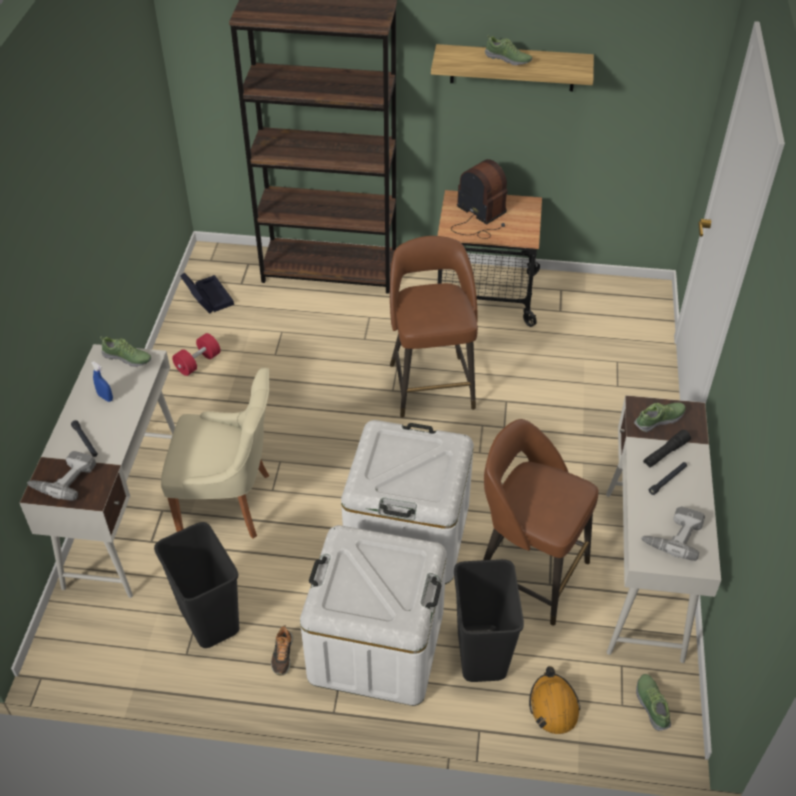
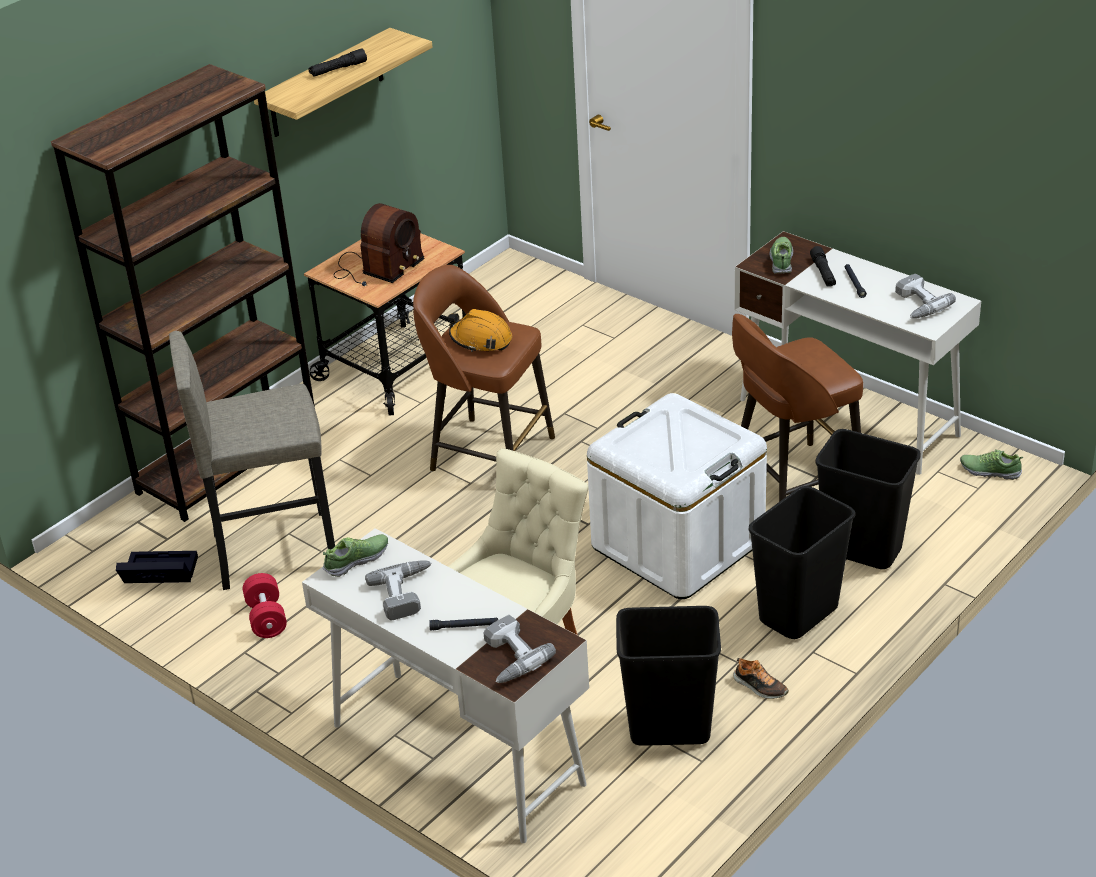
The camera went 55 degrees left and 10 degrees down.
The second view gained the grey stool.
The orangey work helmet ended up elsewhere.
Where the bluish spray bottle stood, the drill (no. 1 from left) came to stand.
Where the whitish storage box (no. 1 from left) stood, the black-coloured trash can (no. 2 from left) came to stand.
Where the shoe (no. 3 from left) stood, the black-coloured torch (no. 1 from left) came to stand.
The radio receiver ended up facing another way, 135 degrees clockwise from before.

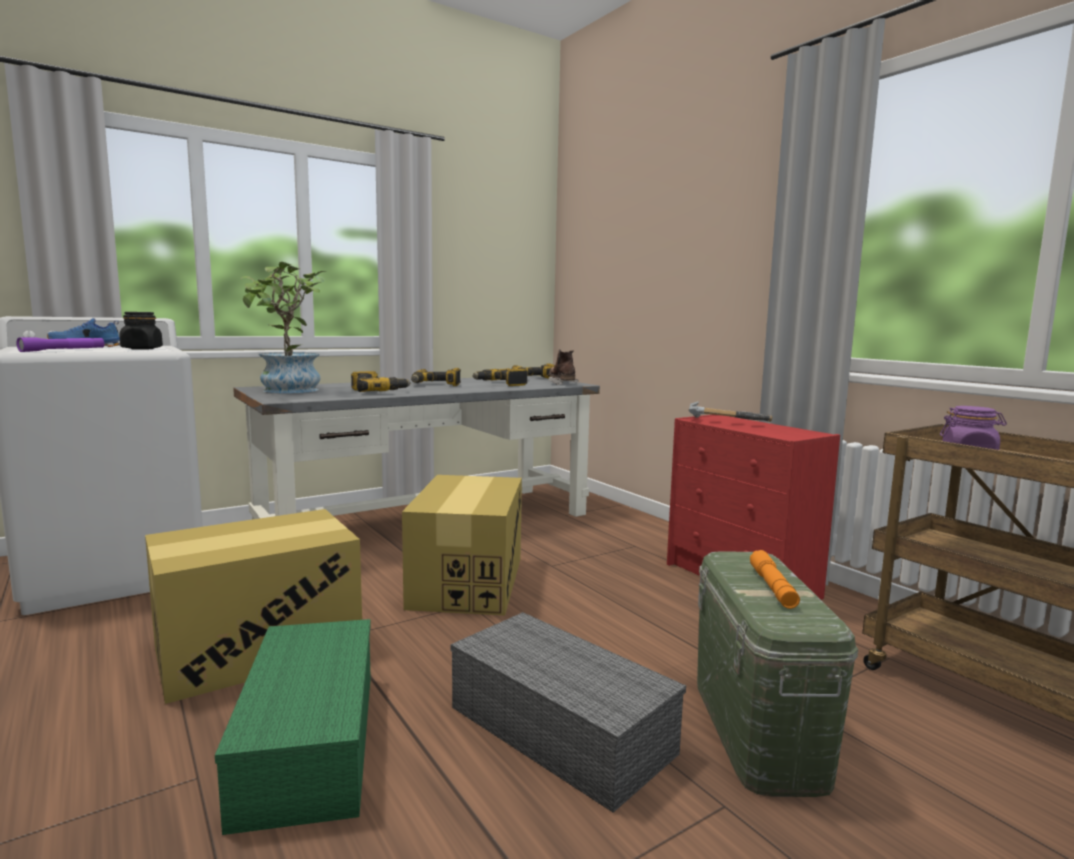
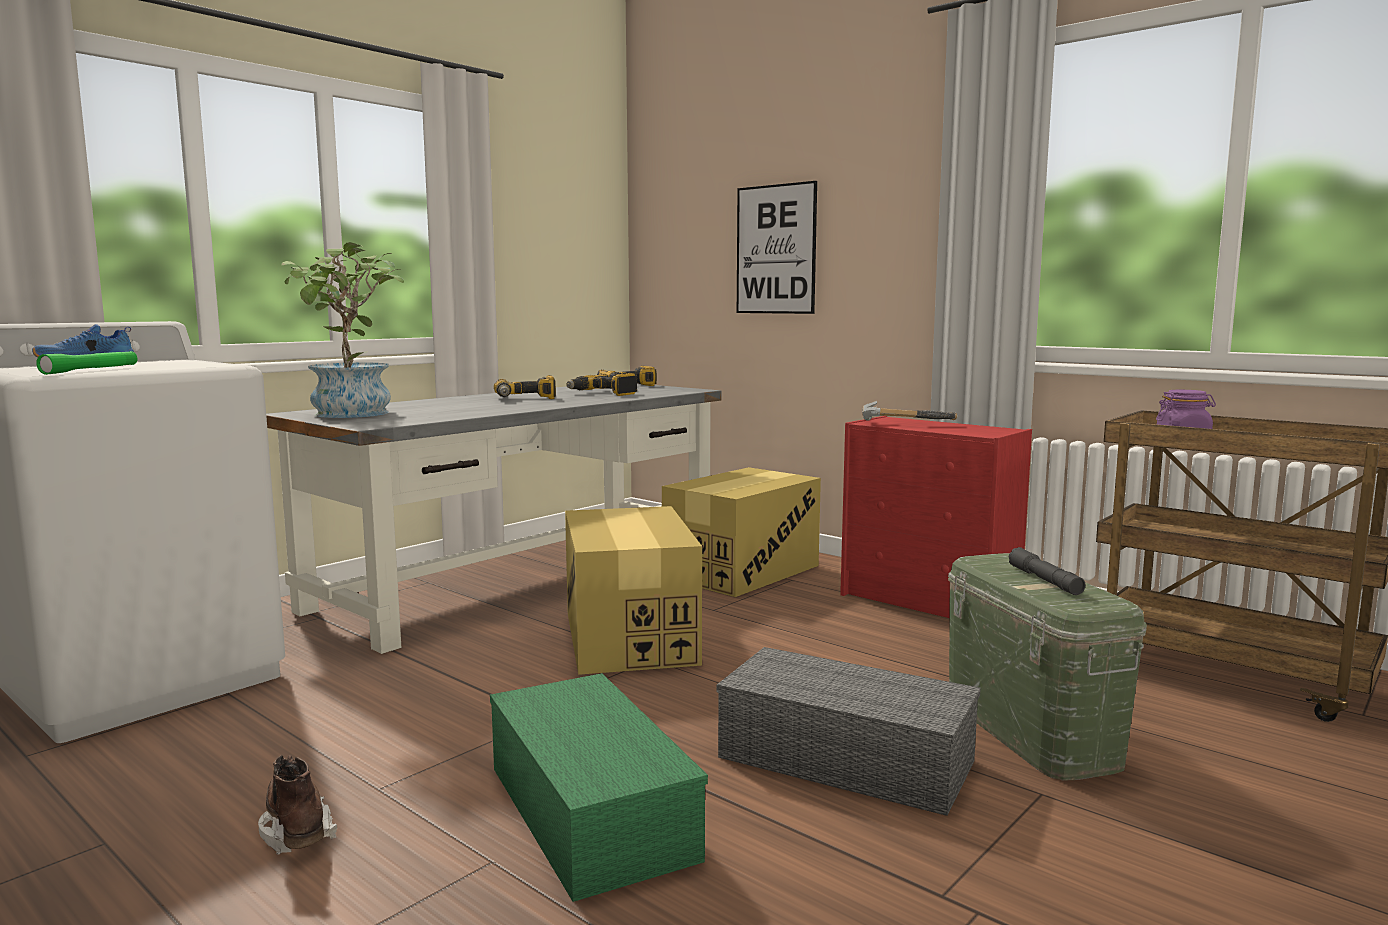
The camera went 15 degrees left and 0 degrees up.
The second view lost the black-coloured preserve jar.
The second view lost the drill (no. 1 from left).
The second view gained the wall art.
The cardboard box (no. 1 from left in the first image) ended up elsewhere.
The brown boot ended up elsewhere.
What was the purple torch turned into the green-coloured torch.
What was the orangey torch turned into the grey torch.

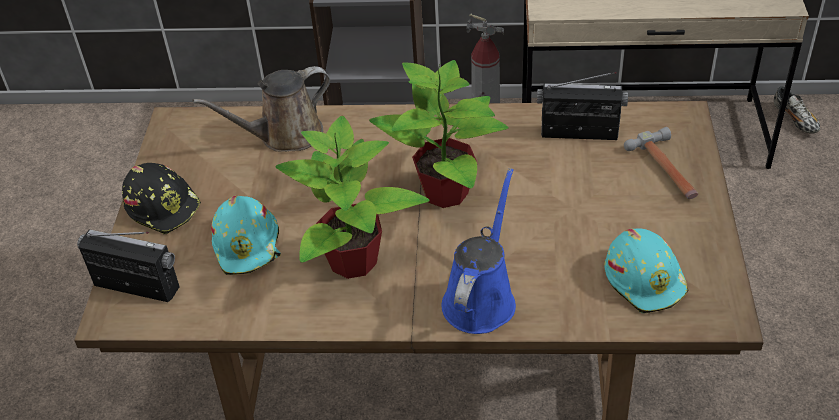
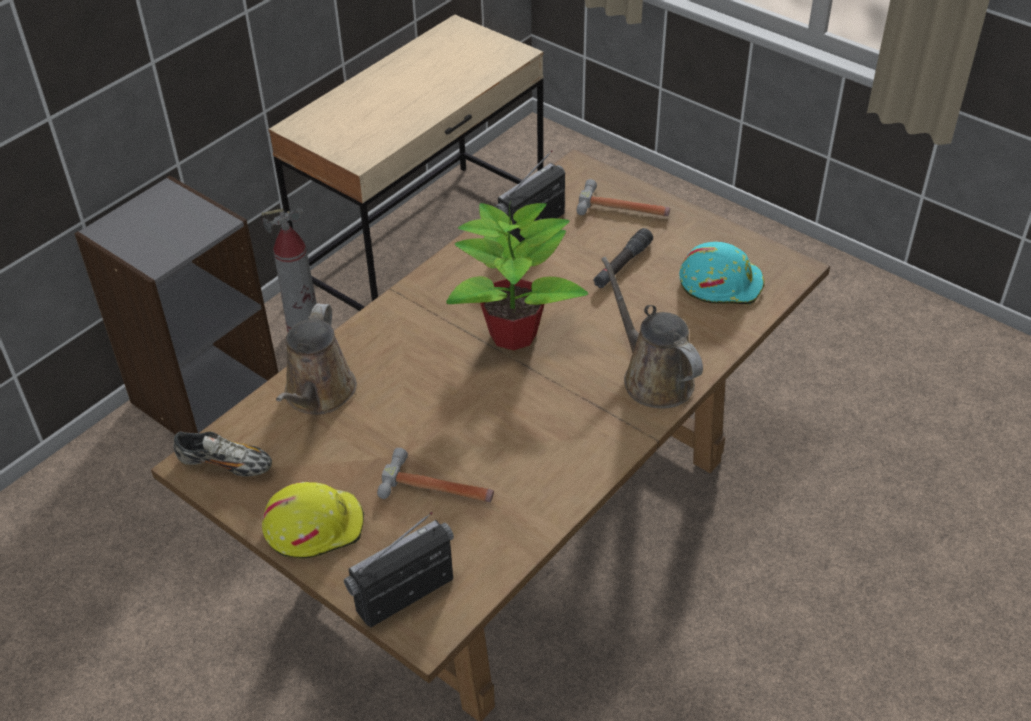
The camera went 55 degrees left and 0 degrees up.
The second view lost the plant in a pot (no. 1 from left).
The second view gained the black-coloured torch.
The shoe ended up elsewhere.
Where the blue-green work helmet (no. 1 from left) stood, the hand hammer (no. 1 from left) came to stand.
What was the black-coloured work helmet turned into the yellowish work helmet.
What was the bluish watering pot turned into the brown watering pot (no. 2 from left).

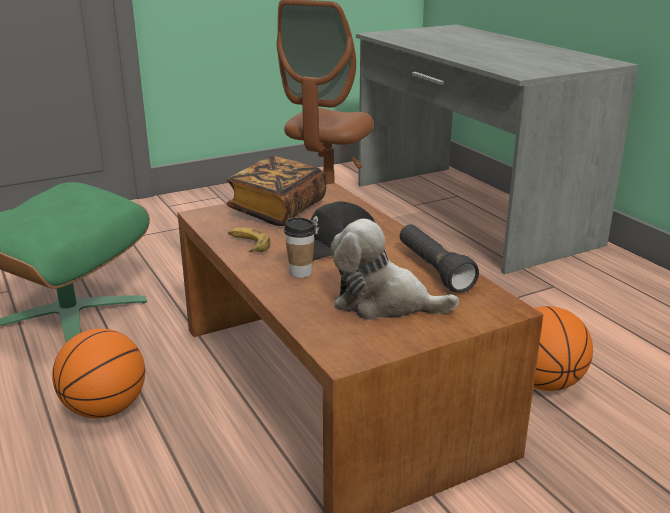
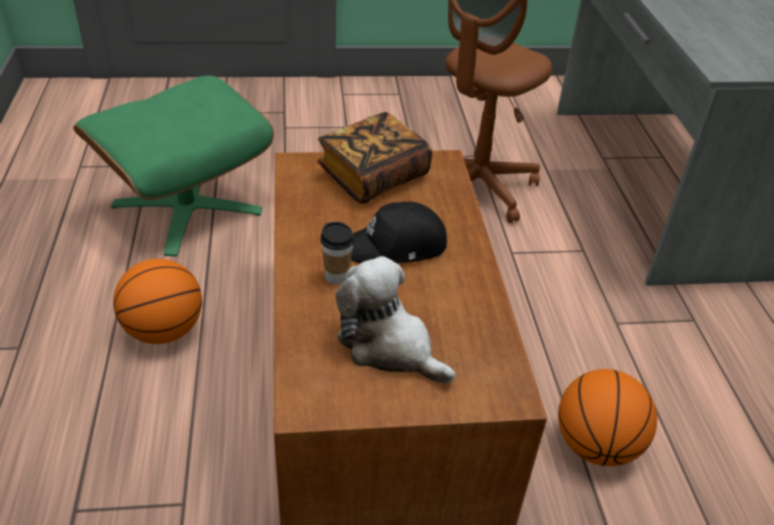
The camera went 20 degrees right and 15 degrees up.
The second view lost the banana fruit.
The second view lost the black-coloured torch.

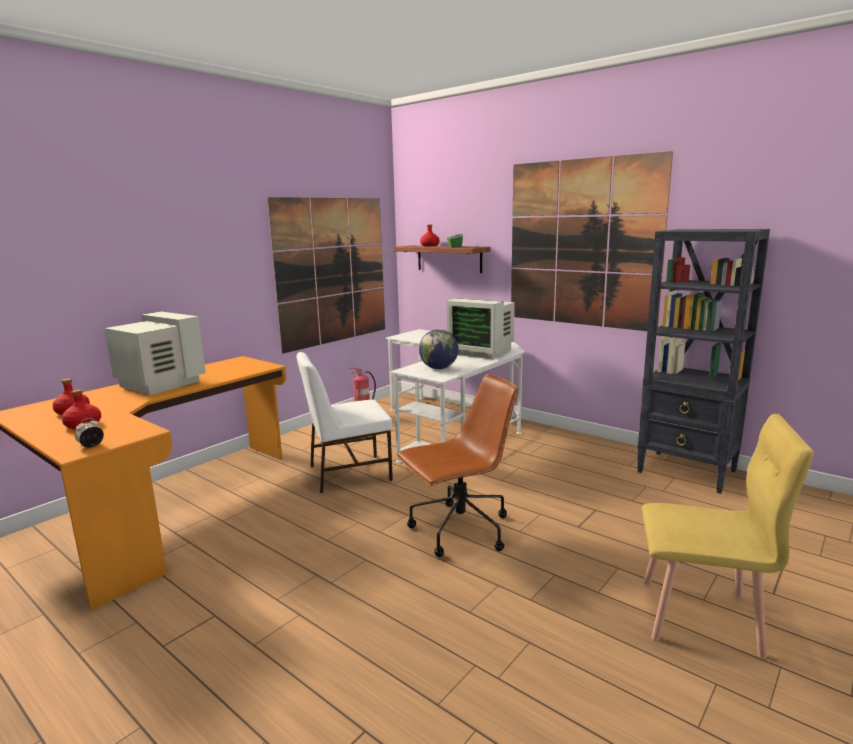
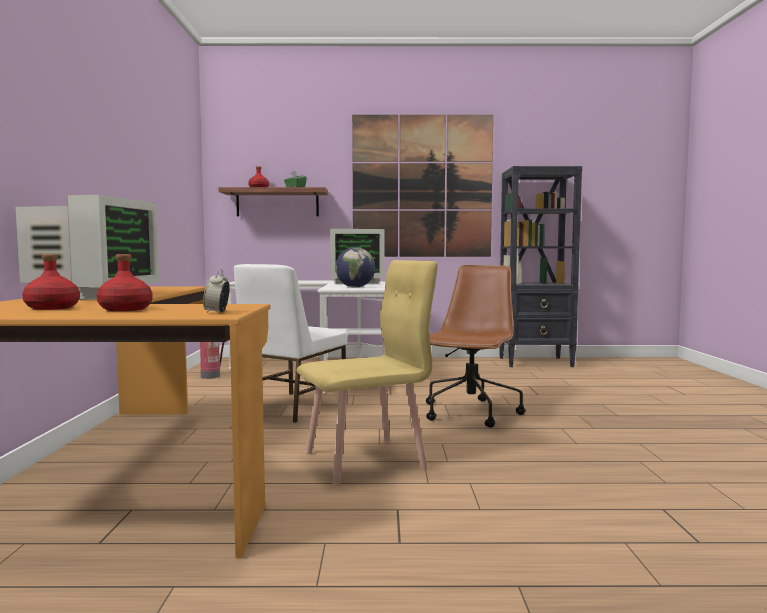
The camera went 40 degrees left and 10 degrees down.
The second view lost the wall art (no. 1 from left).
The yellowish upright chair ended up elsewhere.
The computer display (no. 1 from left) ended up facing another way, 105 degrees clockwise from before.

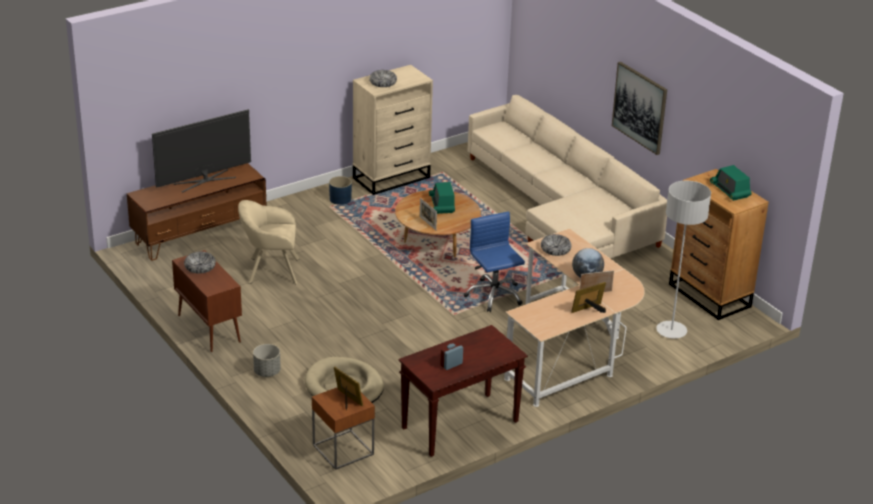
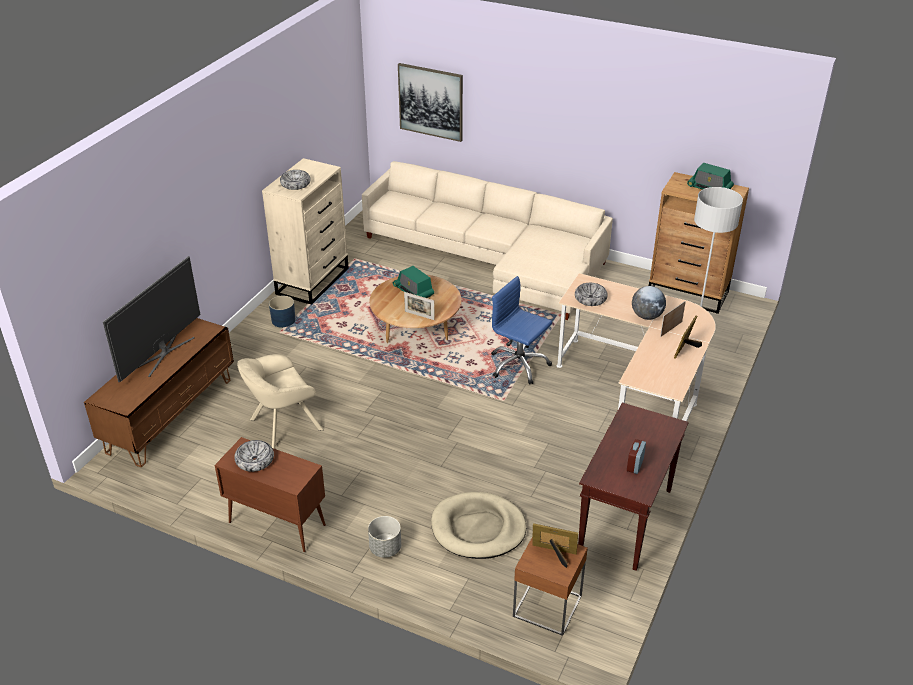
The camera went 30 degrees left and 5 degrees up.
The wall art ended up elsewhere.

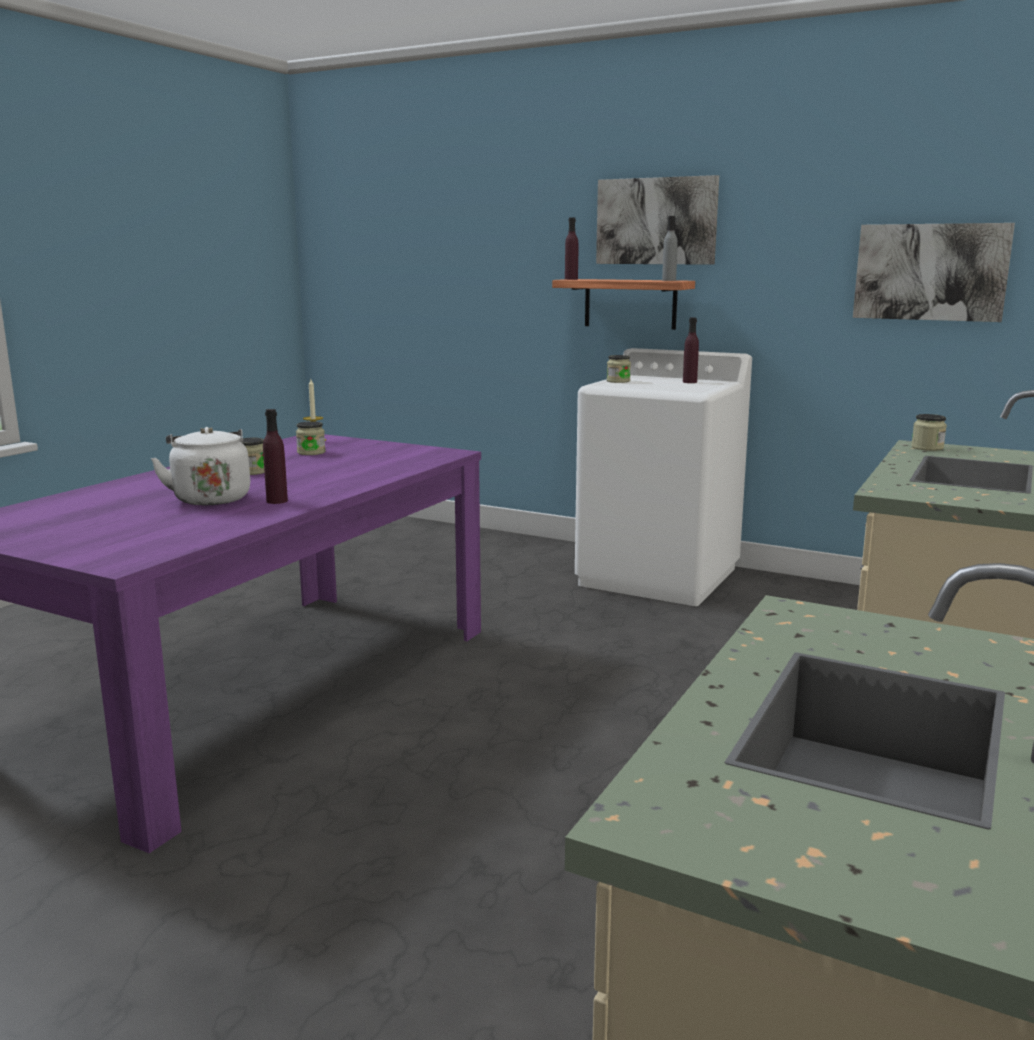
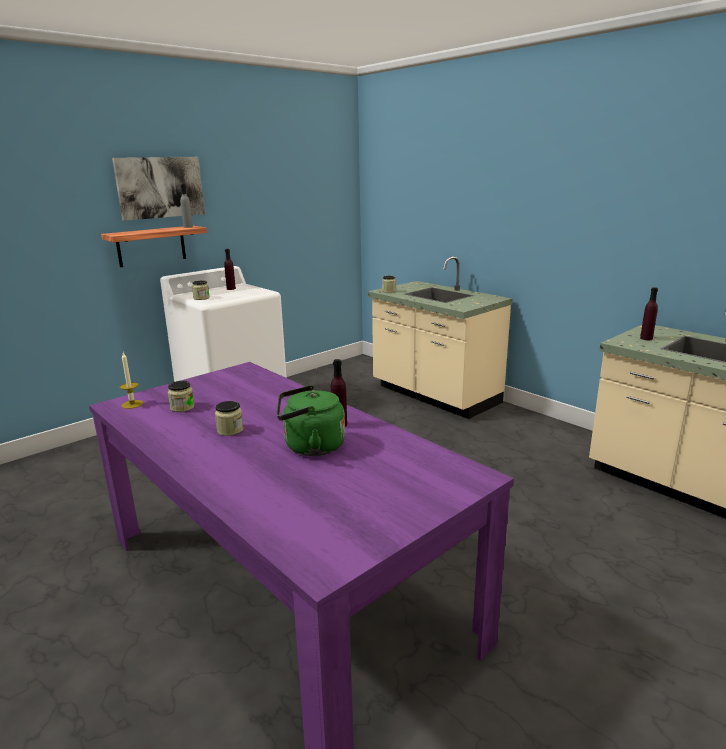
The camera went 70 degrees left and 5 degrees up.
The second view lost the wall art (no. 2 from left).
The purple bottle (no. 2 from left in the first image) ended up elsewhere.
What was the whitish kettle turned into the green-coloured kettle.

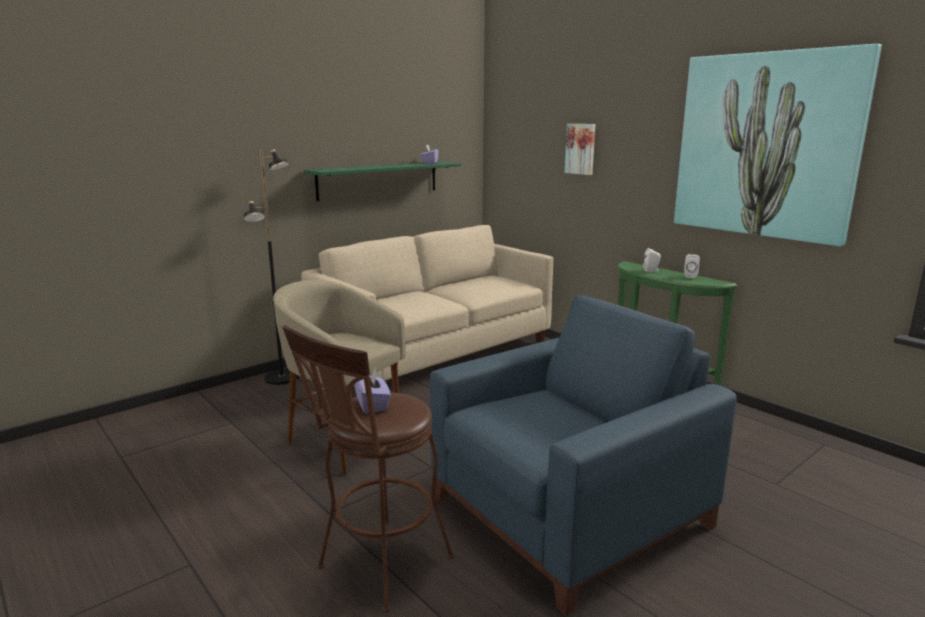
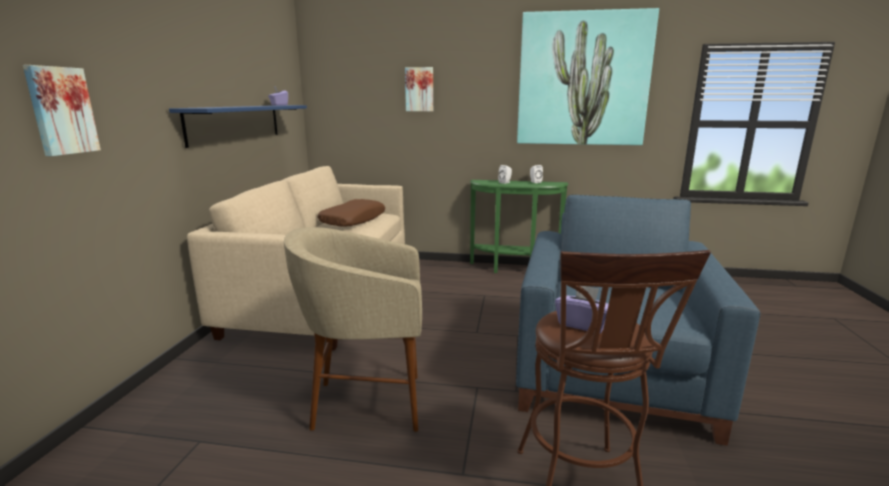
The camera went 40 degrees left and 0 degrees up.
The second view lost the black-coloured floor lamp.
The second view gained the wall art (no. 1 from left).
The second view gained the brown pillow.
What was the green-coloured bracket shelf turned into the bluish bracket shelf.

